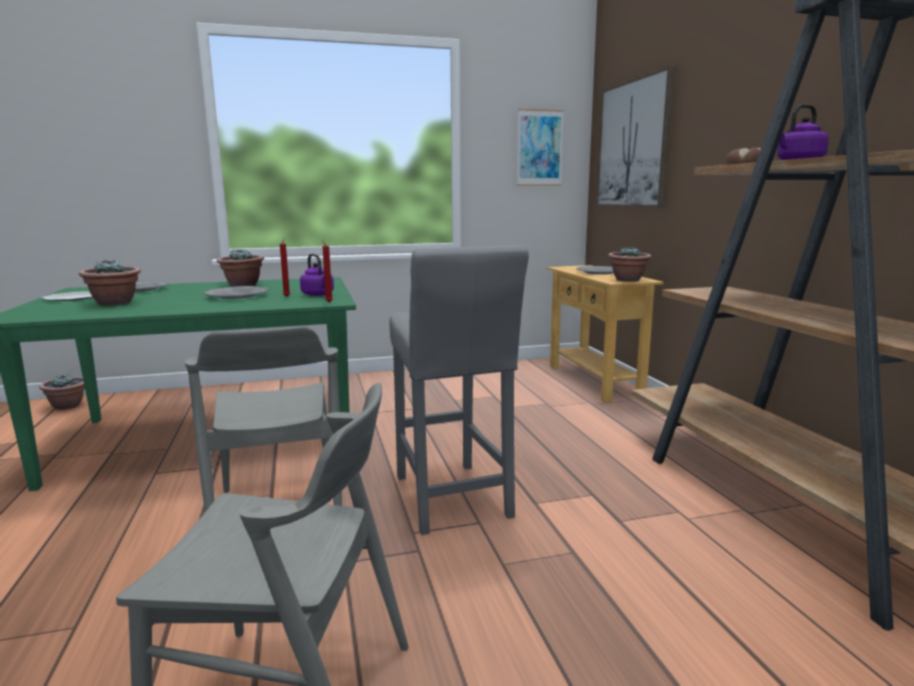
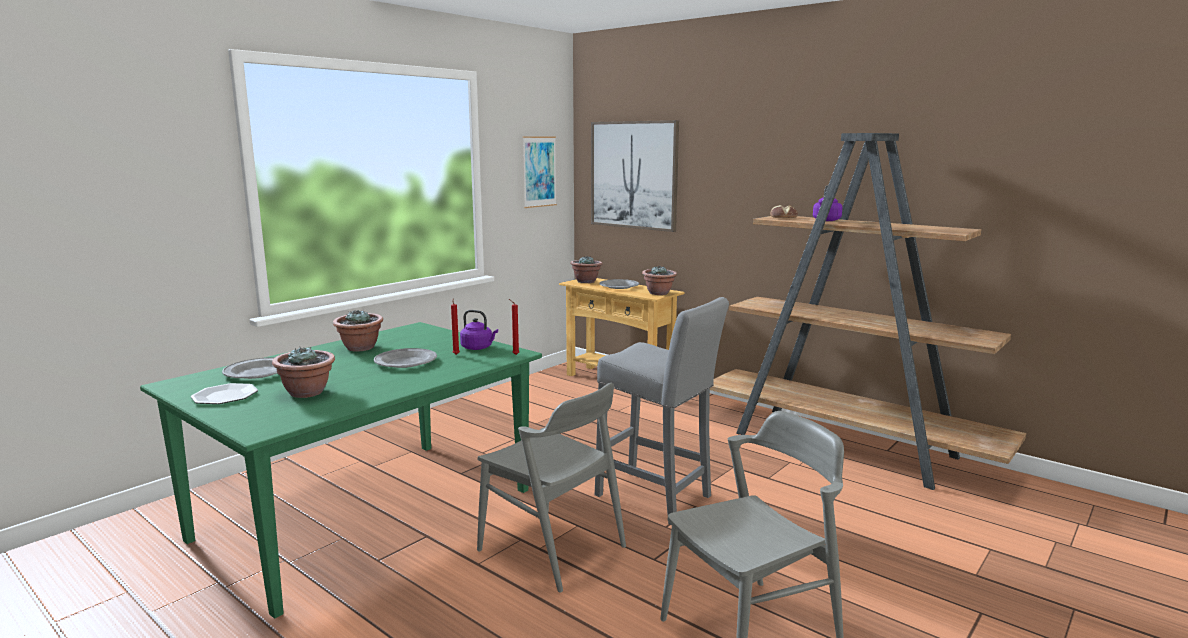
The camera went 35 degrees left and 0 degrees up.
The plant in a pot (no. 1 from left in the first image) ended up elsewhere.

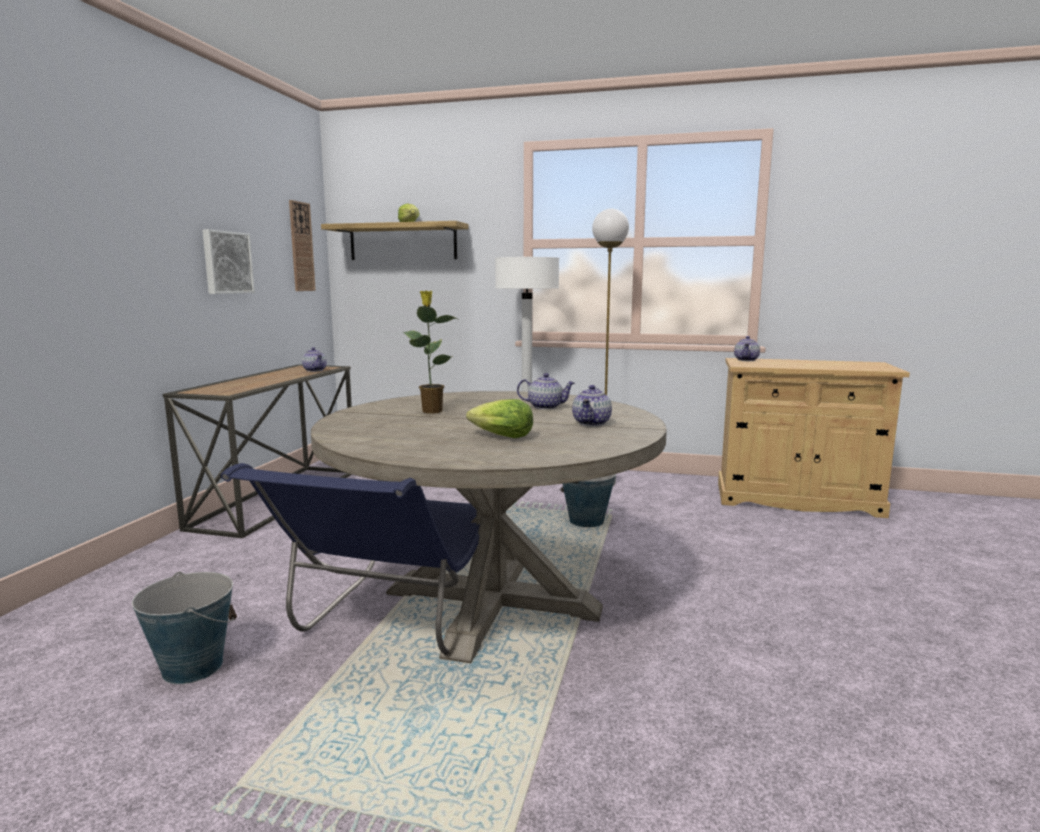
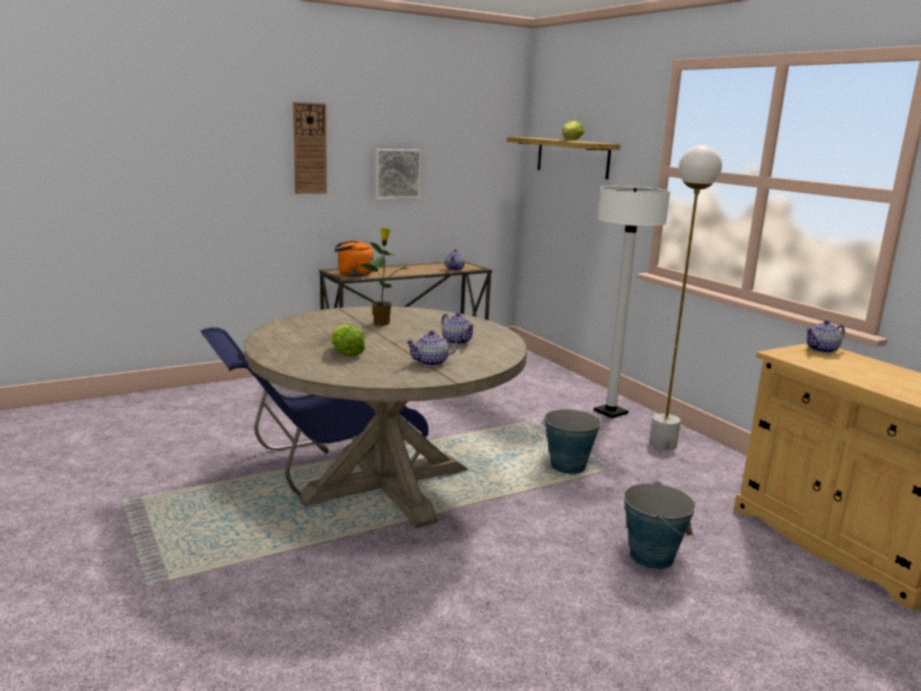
The camera went 45 degrees right and 5 degrees up.
The second view gained the orangey kettle.
The water bucket (no. 1 from left in the first image) ended up elsewhere.
The hanging clock ended up elsewhere.

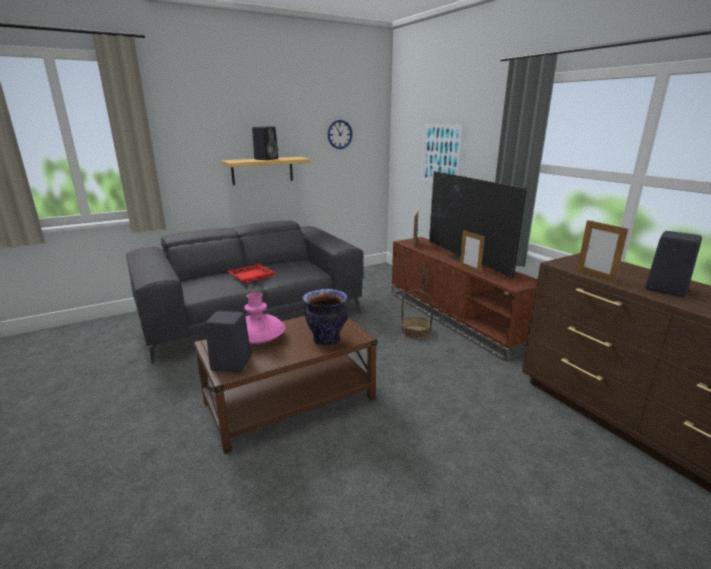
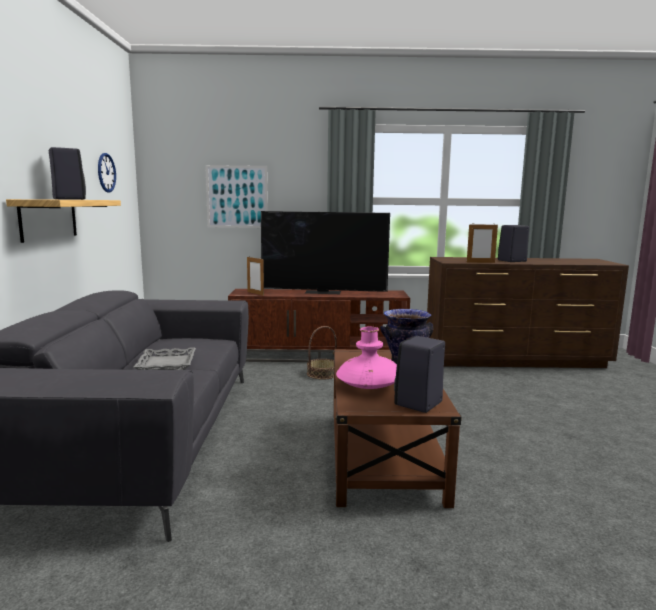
The camera went 60 degrees left and 10 degrees down.
The second view lost the picture frame (no. 2 from left).
What was the red-coloured serving tray turned into the grey serving tray.

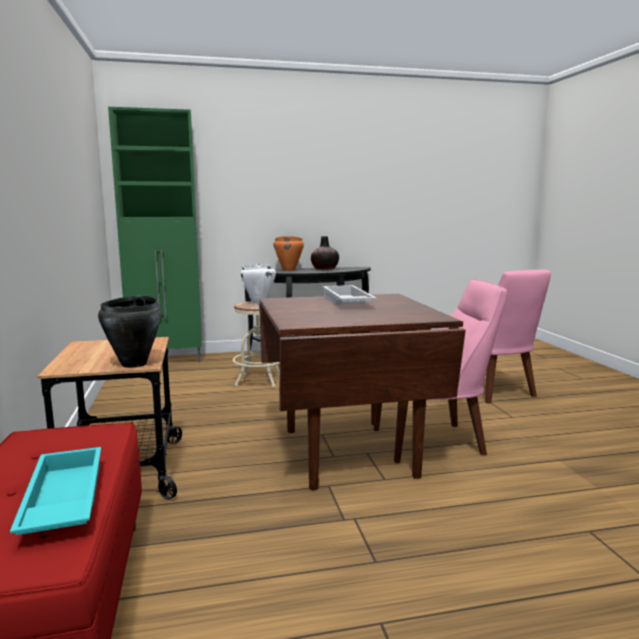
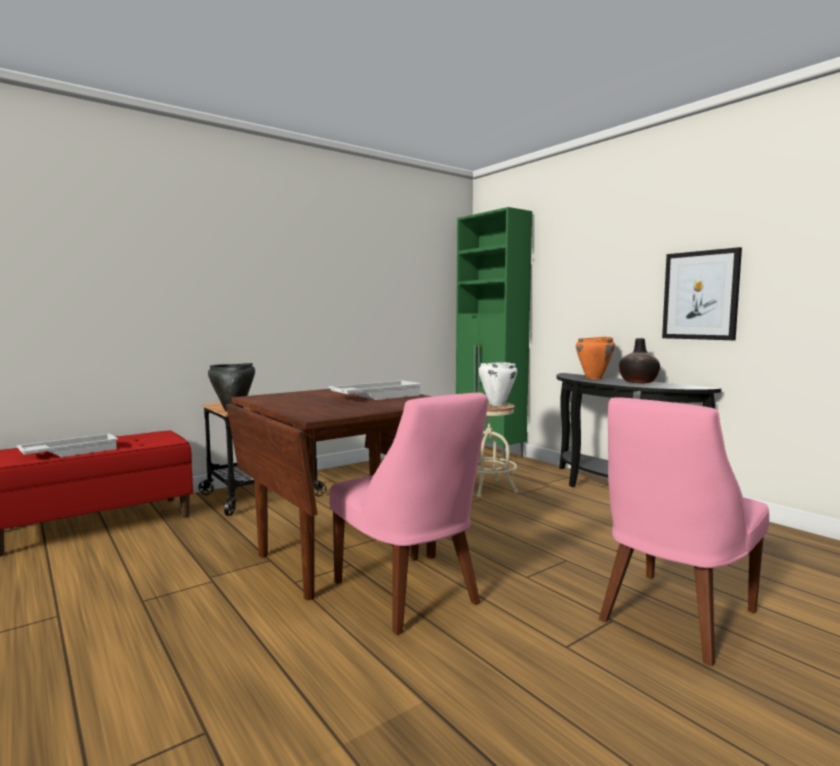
The camera went 65 degrees right and 5 degrees down.
The second view gained the wall art.
What was the blue-green serving tray turned into the whitish serving tray (no. 1 from left).

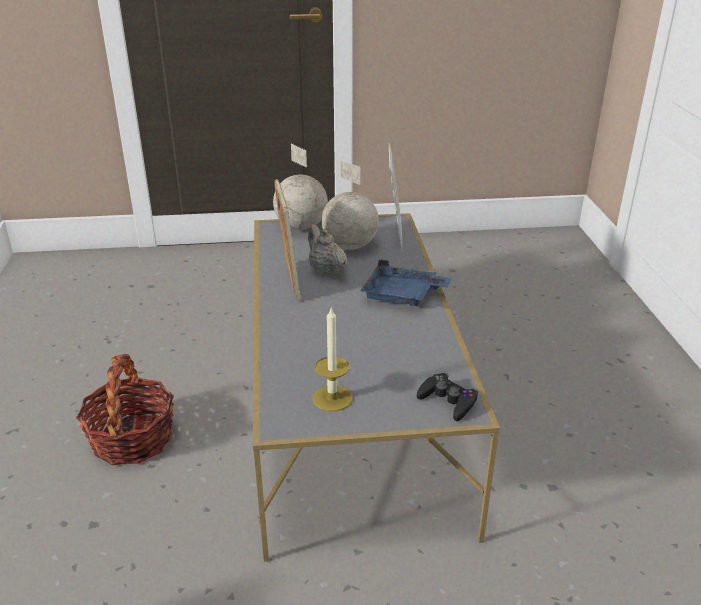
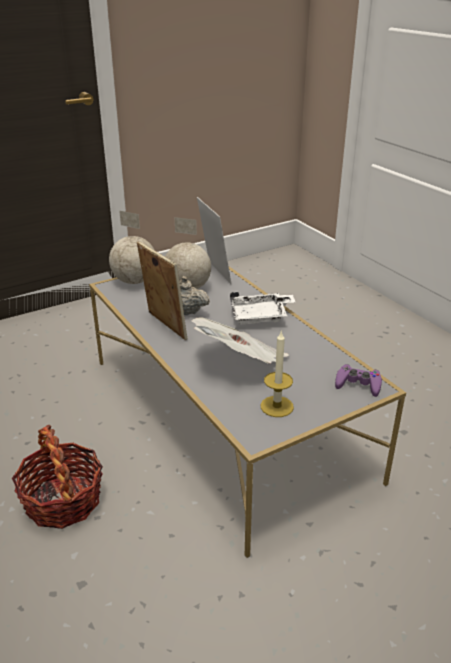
The camera went 25 degrees left and 0 degrees up.
The second view gained the printed paper.
What was the bluish serving tray turned into the whitish serving tray.
What was the black-coloured joypad turned into the purple joypad.

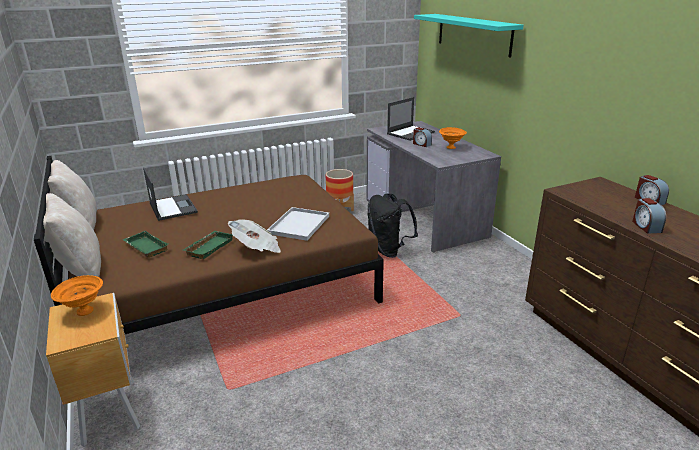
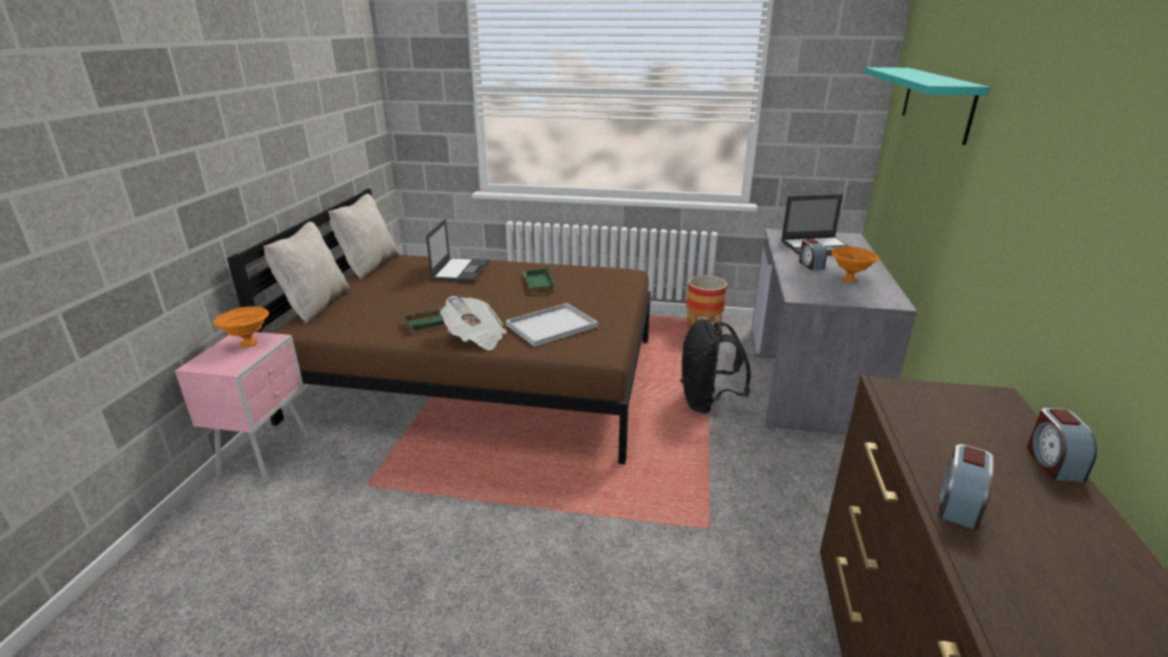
The camera went 35 degrees right and 0 degrees up.
The green-coloured serving tray (no. 1 from left in the first image) ended up elsewhere.
What was the brown nightstand turned into the pinkish nightstand.

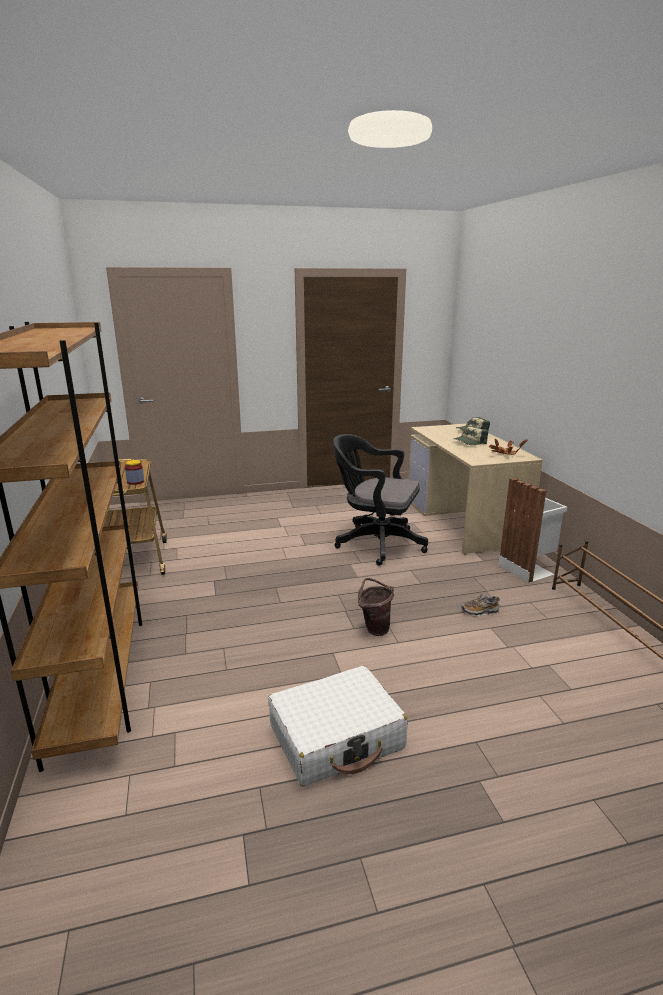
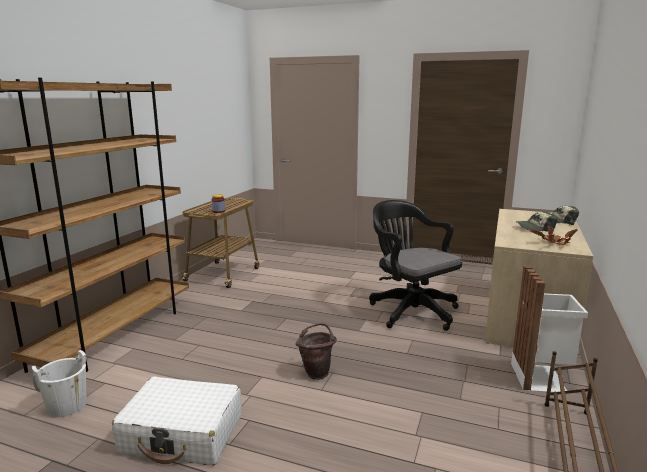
The camera went 35 degrees right and 5 degrees down.
The second view lost the shoe.
The second view gained the whitish water bucket.

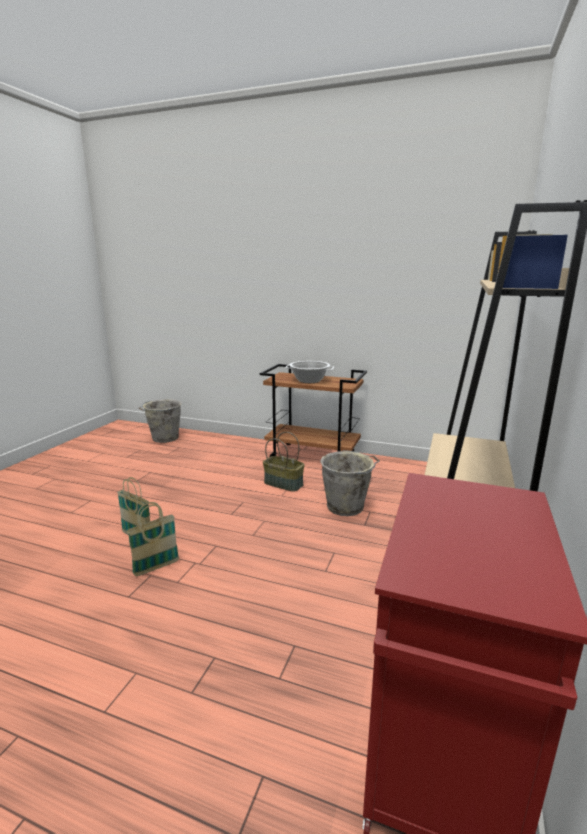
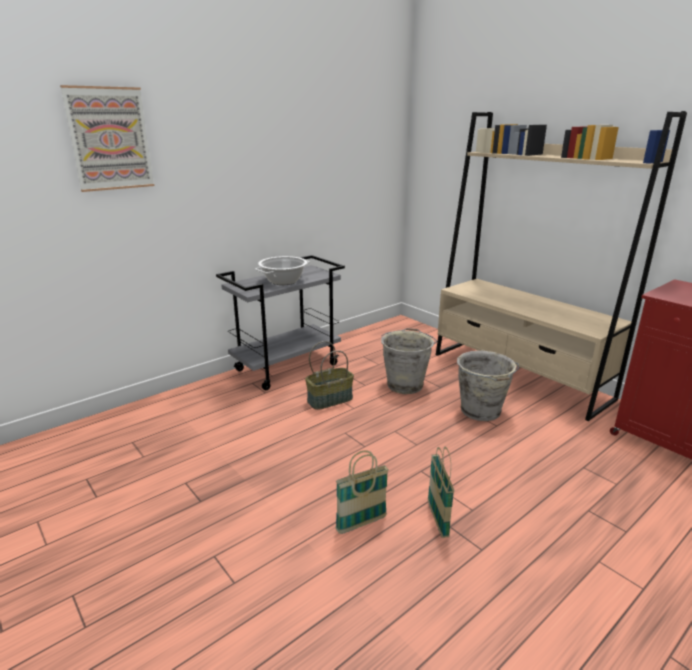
The camera went 60 degrees left and 5 degrees up.
The second view gained the wall art.
The grey water bucket (no. 1 from left in the first image) ended up elsewhere.
What was the brown wheeled cart turned into the grey wheeled cart.

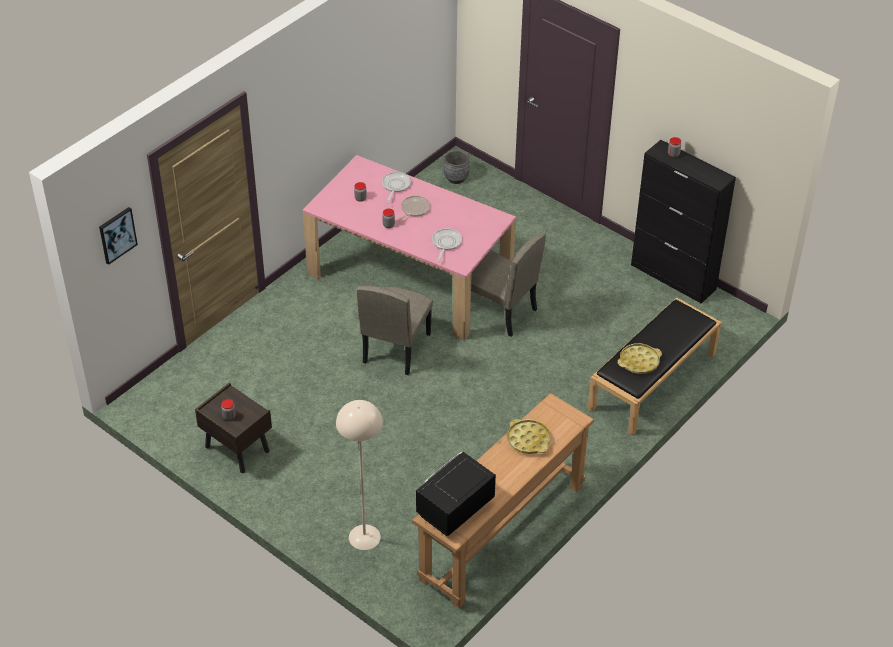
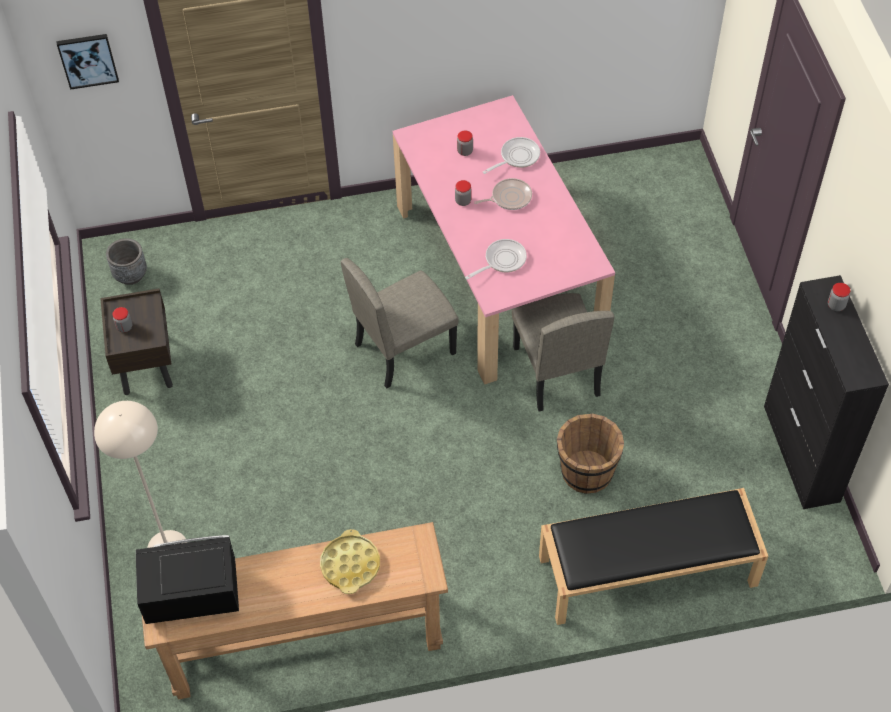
The camera went 40 degrees right and 10 degrees up.
The second view lost the yellowish serving tray (no. 2 from left).
The second view gained the brown water bucket.
The grey planter ended up elsewhere.

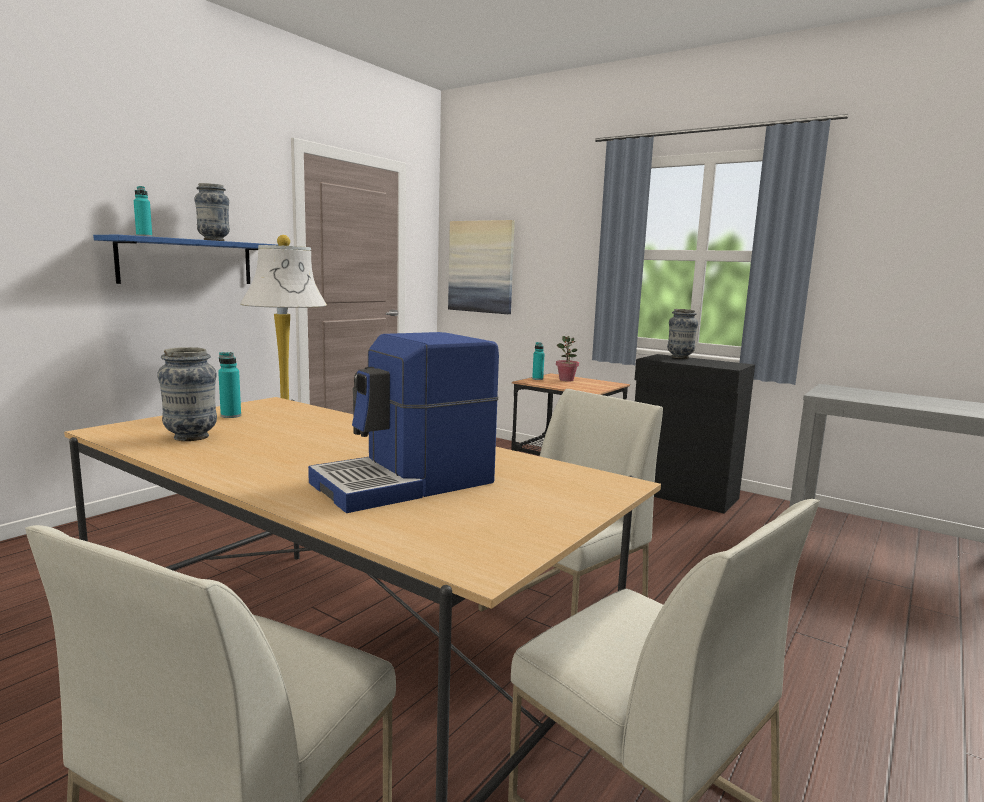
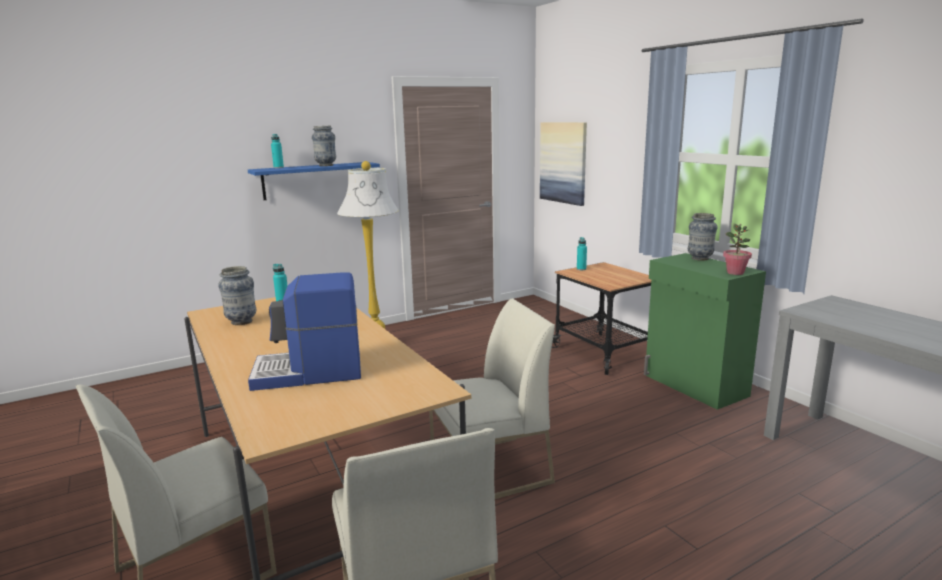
The camera went 25 degrees right and 5 degrees up.
The plant in a pot ended up elsewhere.
What was the black-coloured cupboard turned into the green-coloured cupboard.

